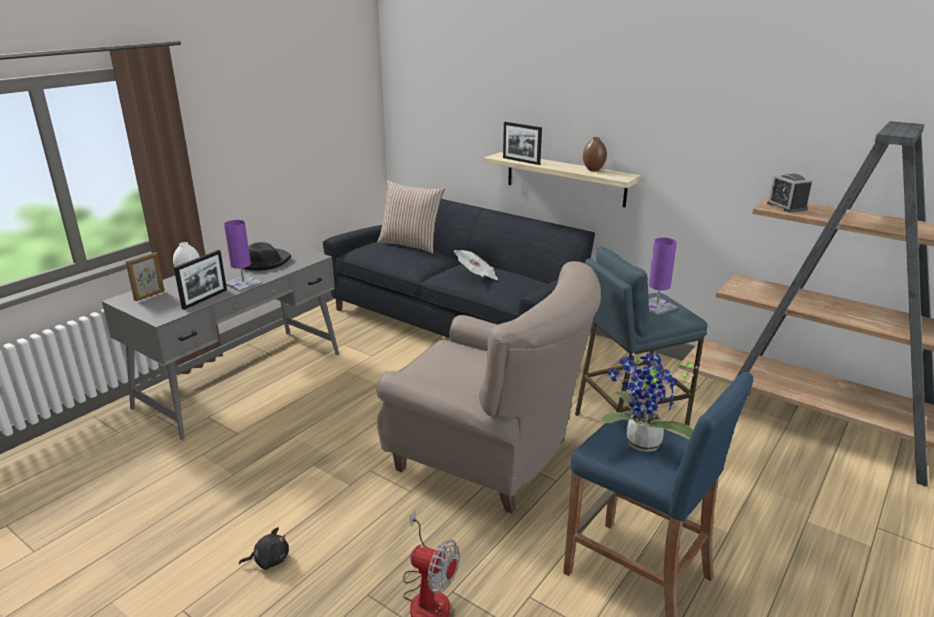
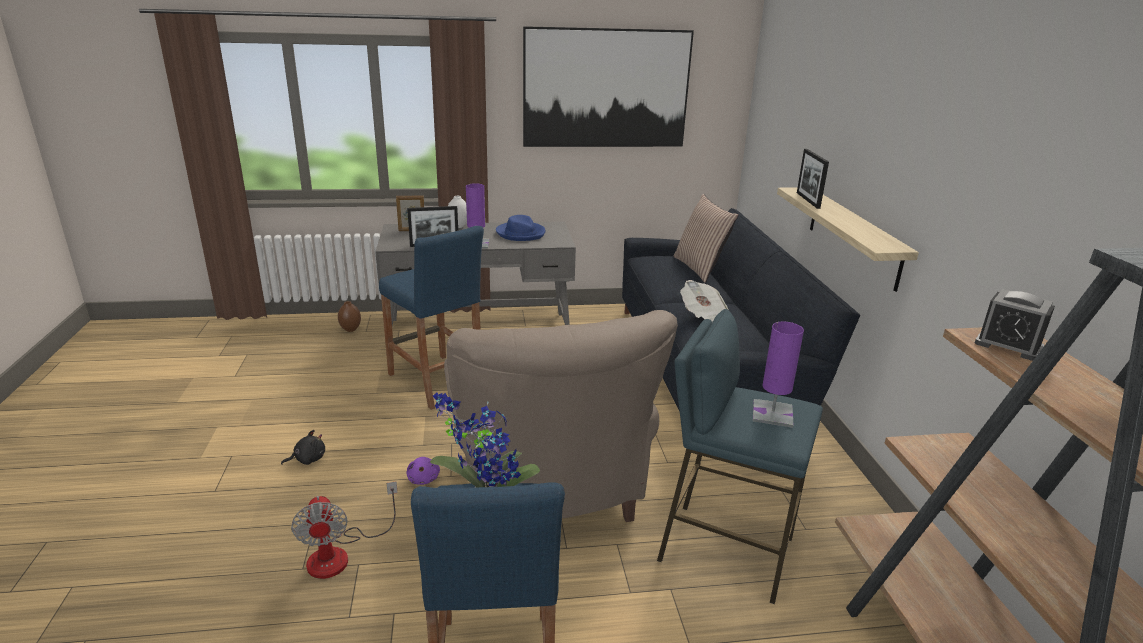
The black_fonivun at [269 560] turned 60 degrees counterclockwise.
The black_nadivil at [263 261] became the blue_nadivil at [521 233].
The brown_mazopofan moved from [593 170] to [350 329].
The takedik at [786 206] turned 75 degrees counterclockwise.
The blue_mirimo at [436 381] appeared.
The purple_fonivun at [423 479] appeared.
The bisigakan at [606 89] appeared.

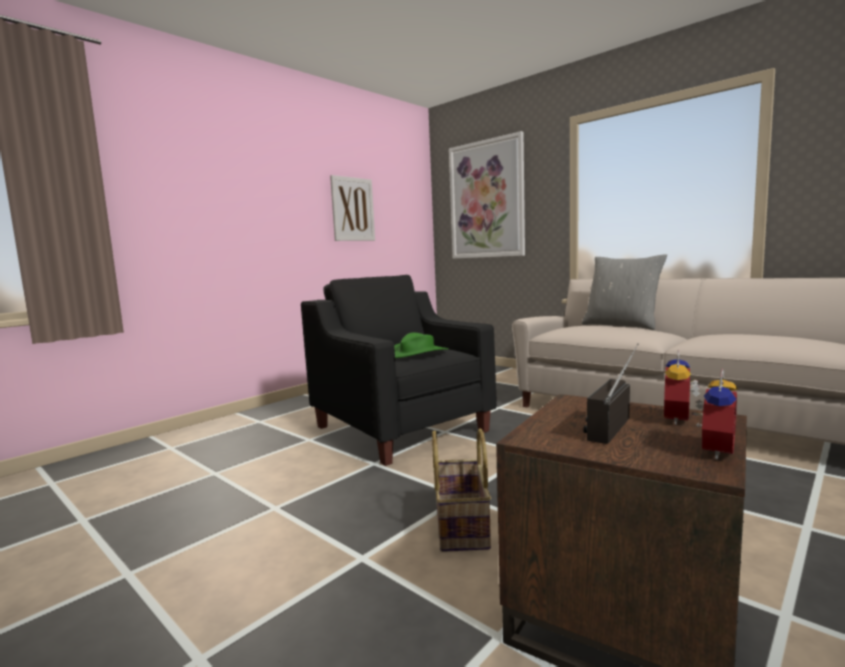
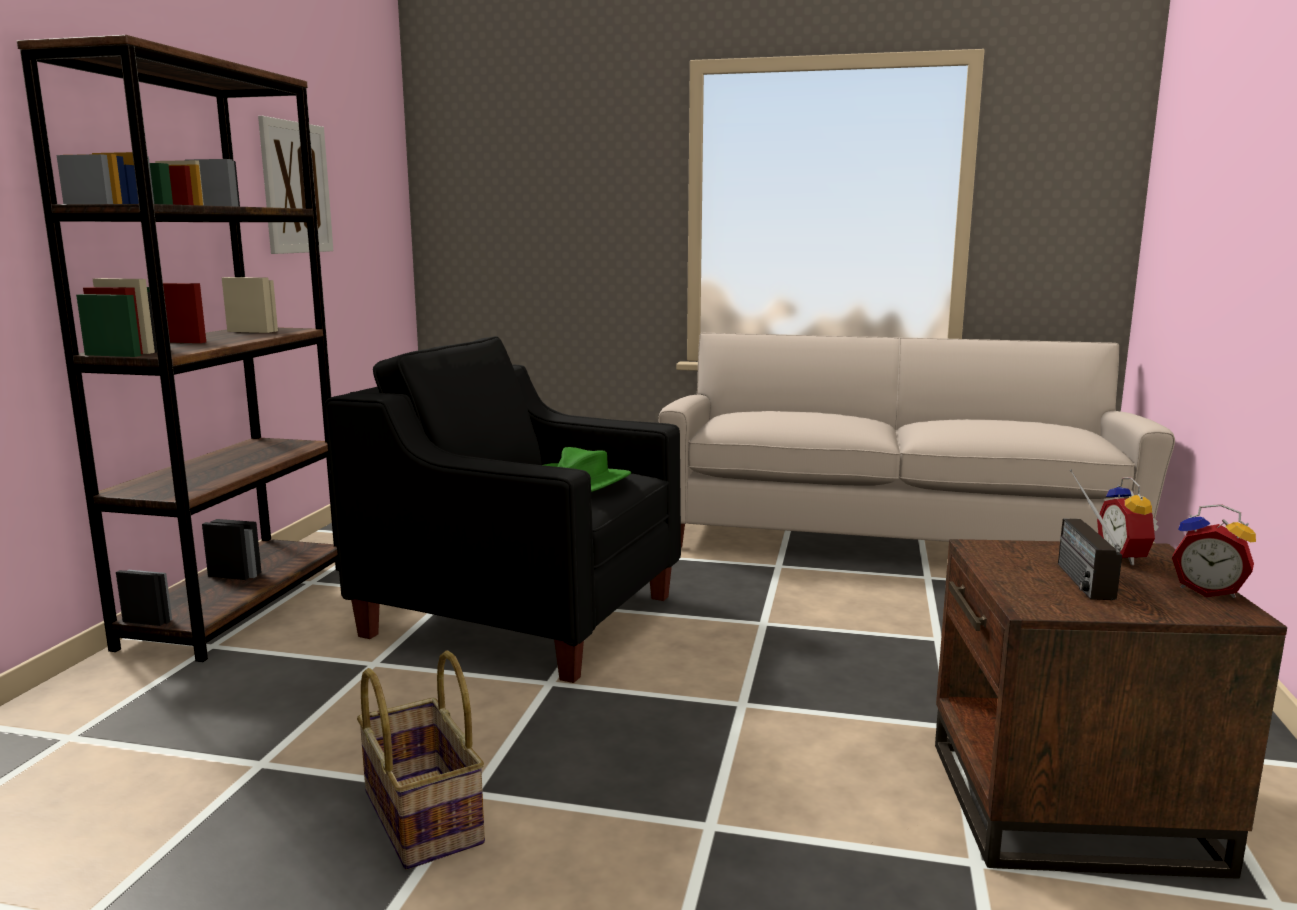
The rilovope moved from [460 526] to [419 817].
The bisigakan at [486 200] disappeared.
The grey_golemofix at [621 325] disappeared.
The takedik at [712 450] turned 120 degrees clockwise.
The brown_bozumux at [239 605] appeared.

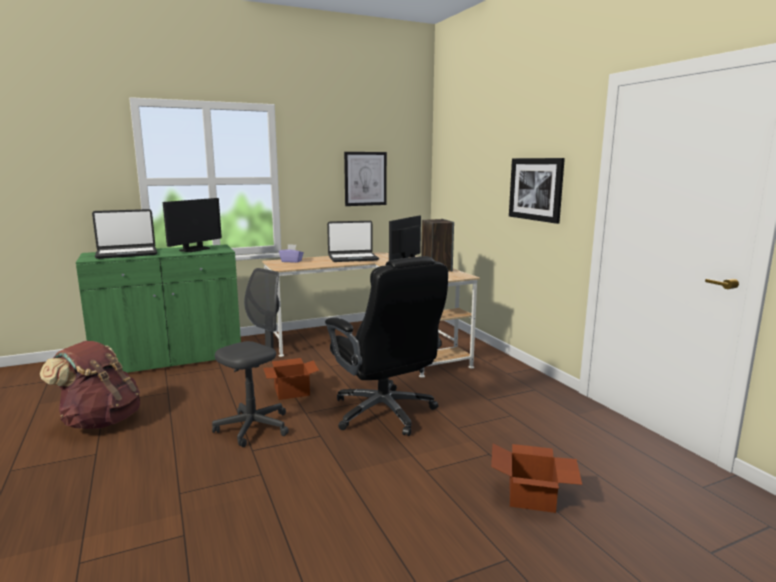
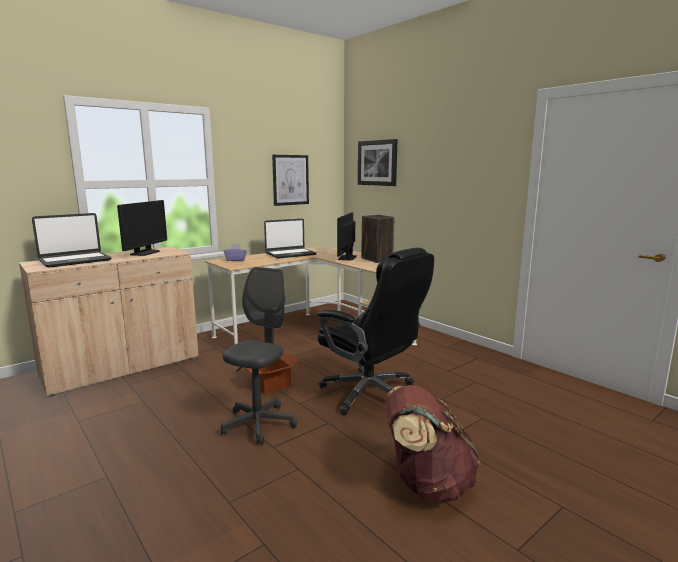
The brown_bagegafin moved from [101 421] to [426 483].
The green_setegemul at [169 360] became the beige_setegemul at [122 367].
The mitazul at [533 496] disappeared.
The bisigakan moved from [536 189] to [377 163].

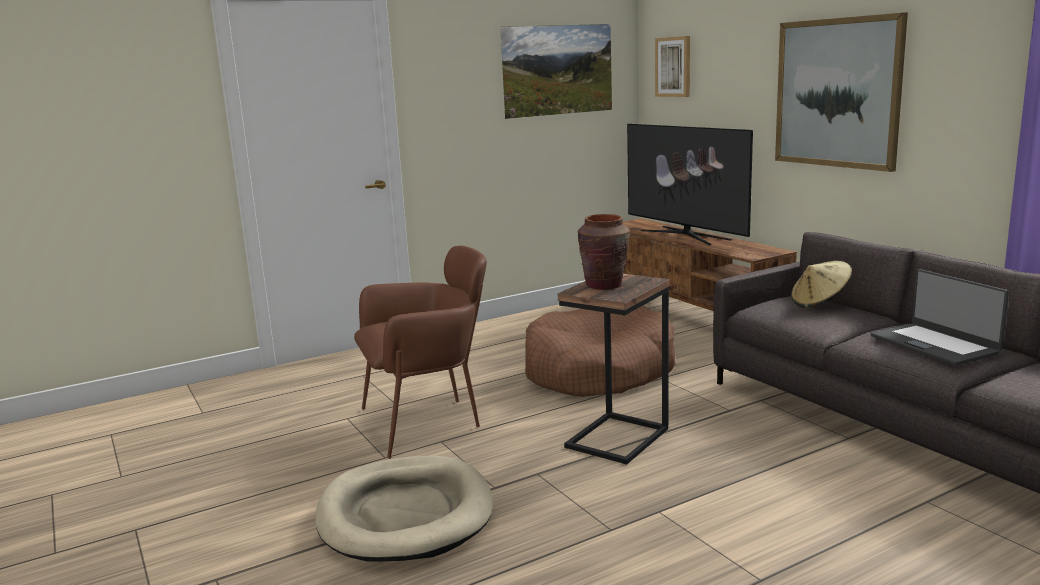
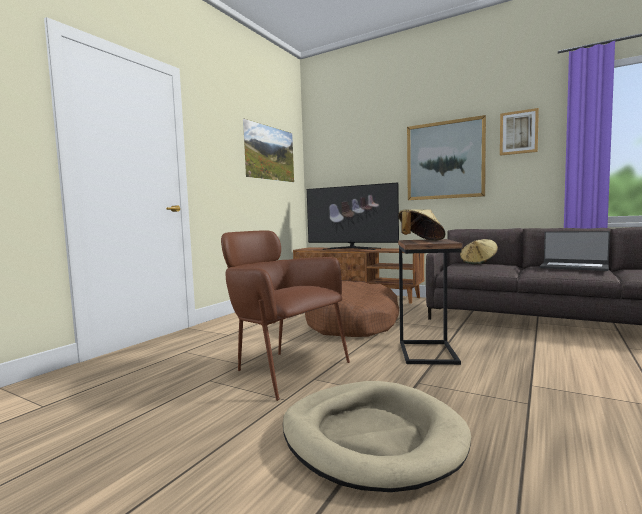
The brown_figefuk at [427 421] turned 90 degrees counterclockwise.
The brown_mazopofan at [604 285] was replaced by the beige_nadivil at [420 241].
The bisigakan moved from [673 67] to [518 132].

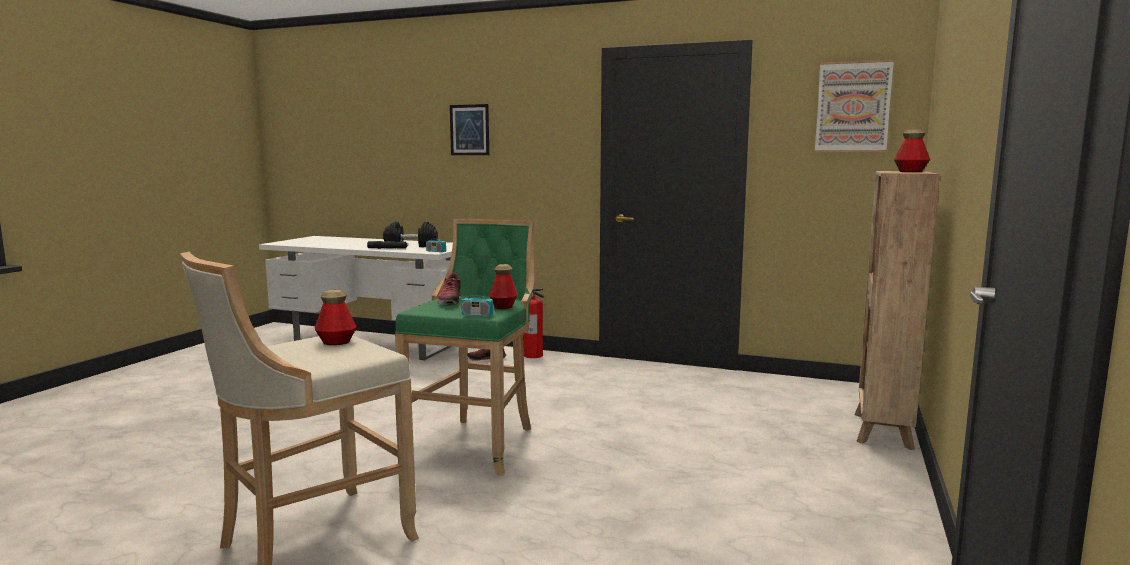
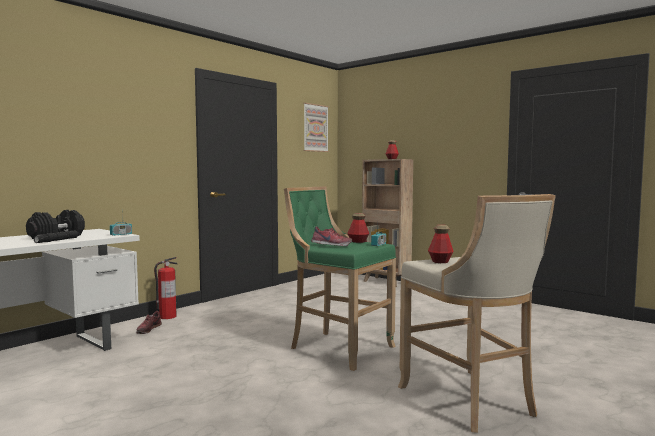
The bisigakan at [469 130] disappeared.

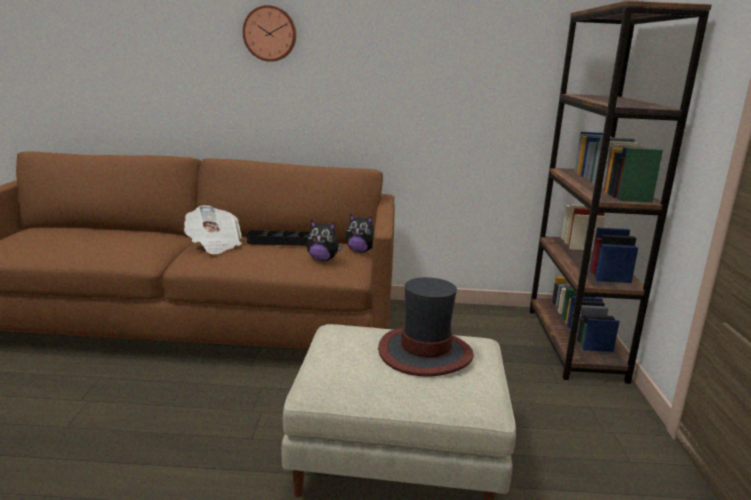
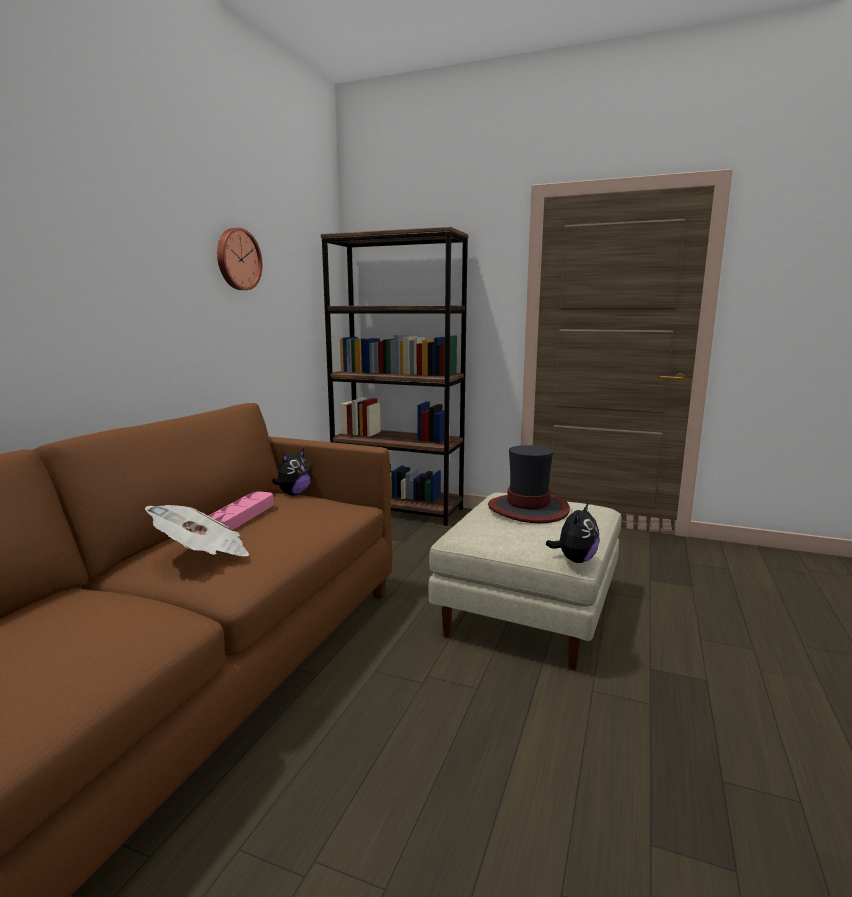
The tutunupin moved from [270 33] to [237 259].
The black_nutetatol at [281 242] became the pink_nutetatol at [240 517].
The fonivun moved from [323 259] to [575 560].

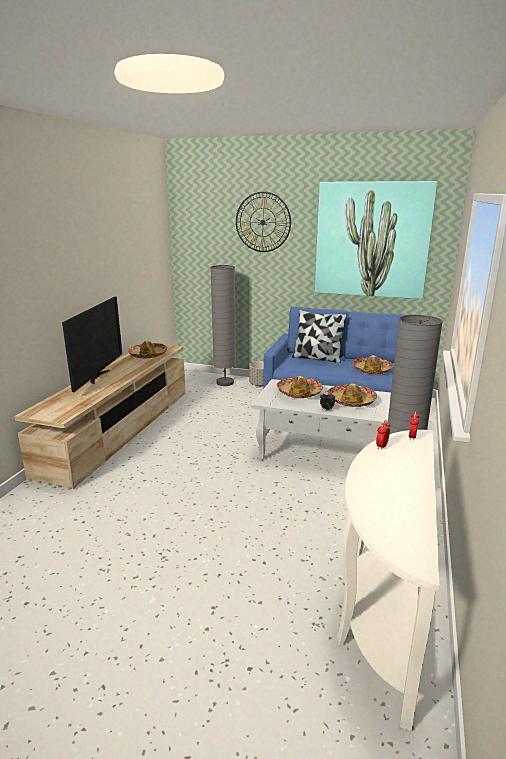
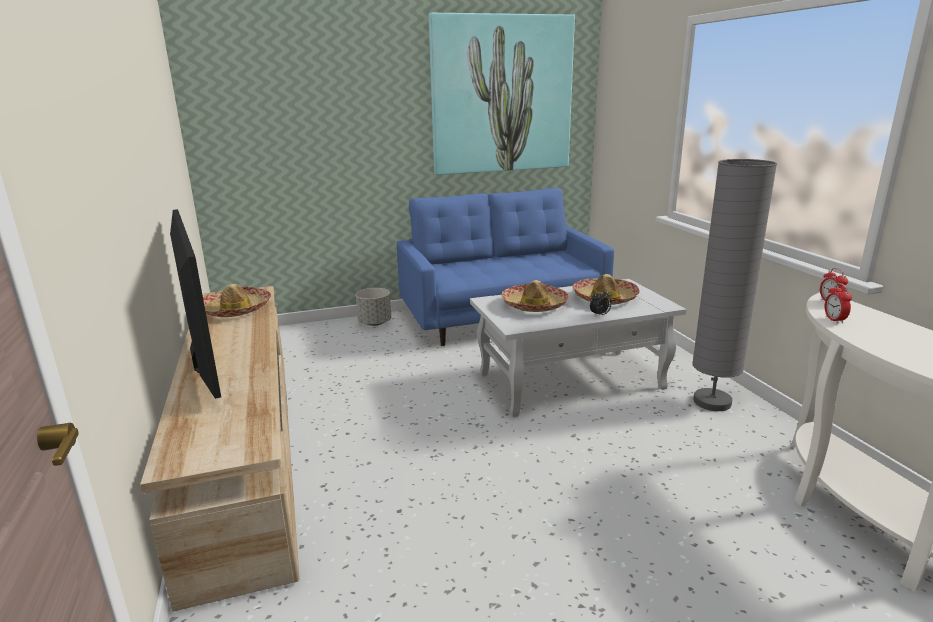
The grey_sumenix at [225 383] disappeared.
The tutunupin at [263 222] disappeared.
The golemofix at [317 358] disappeared.
The nadivil at [371 370] disappeared.

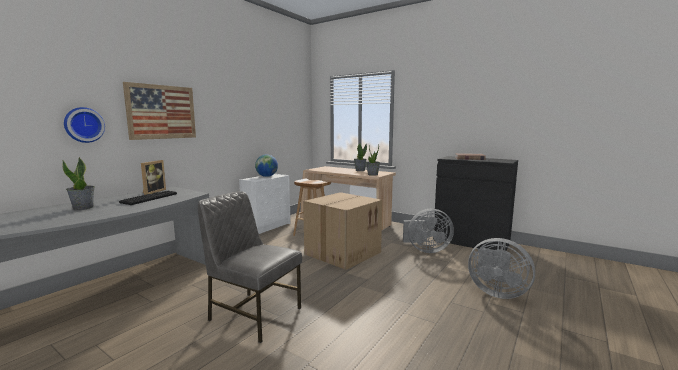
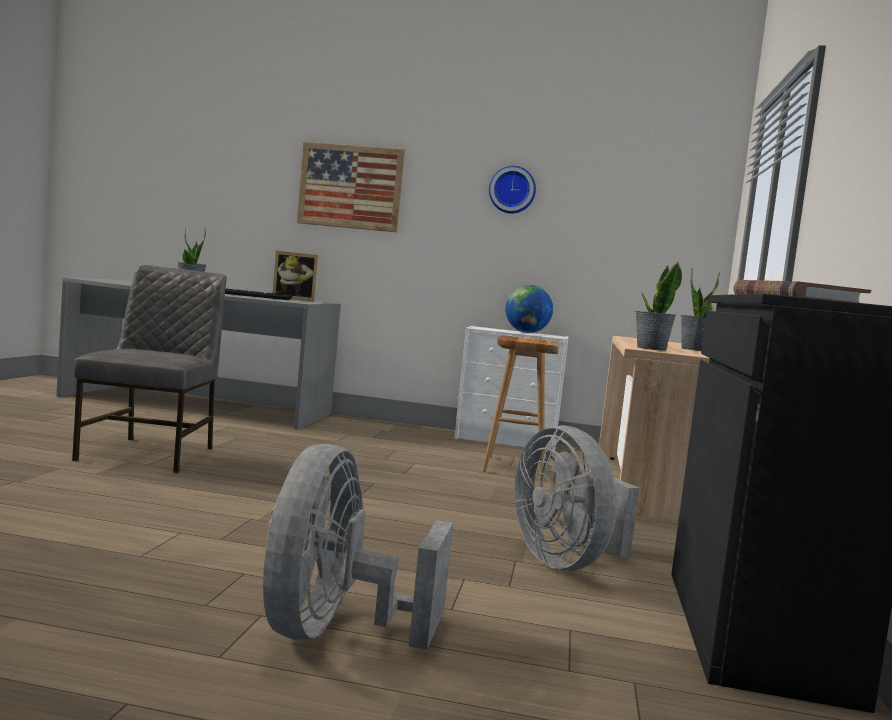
The tutunupin moved from [83 125] to [512 190].
The mitazul at [342 252] disappeared.

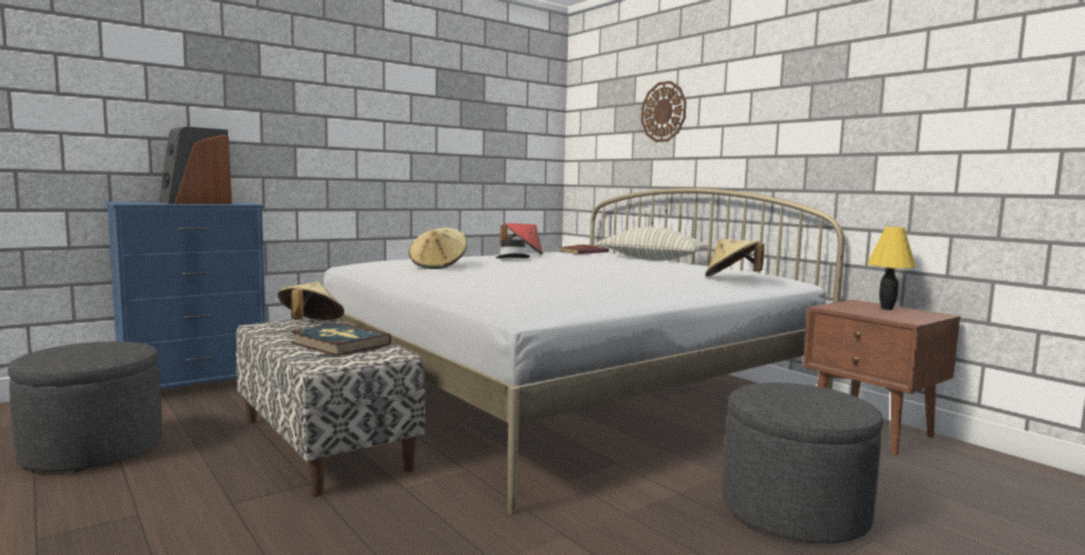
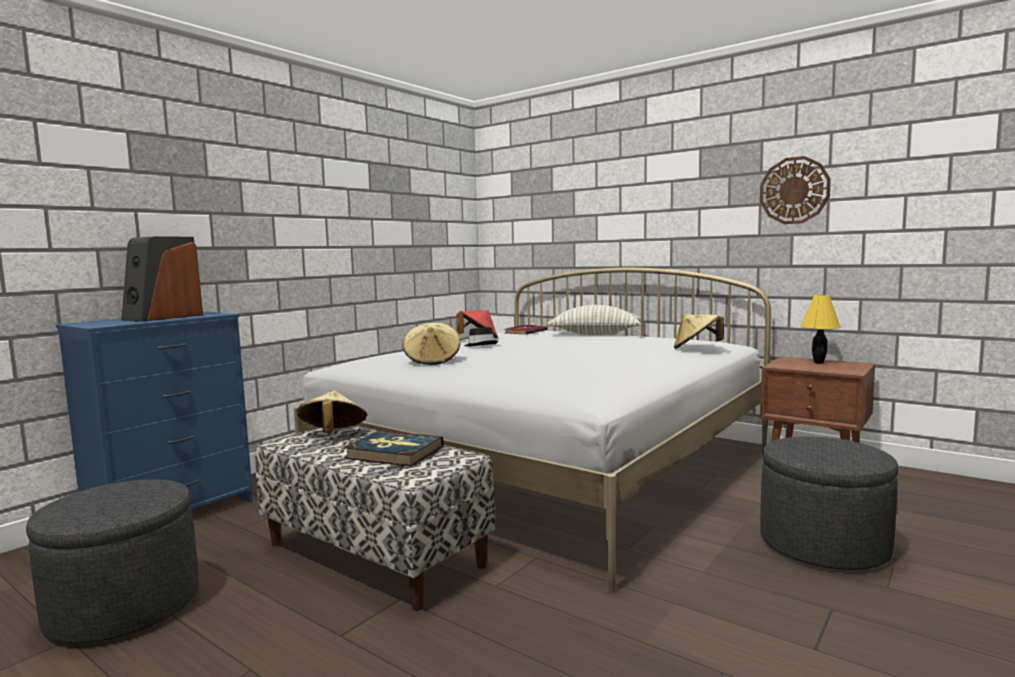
The tutunupin moved from [663 112] to [794 190].

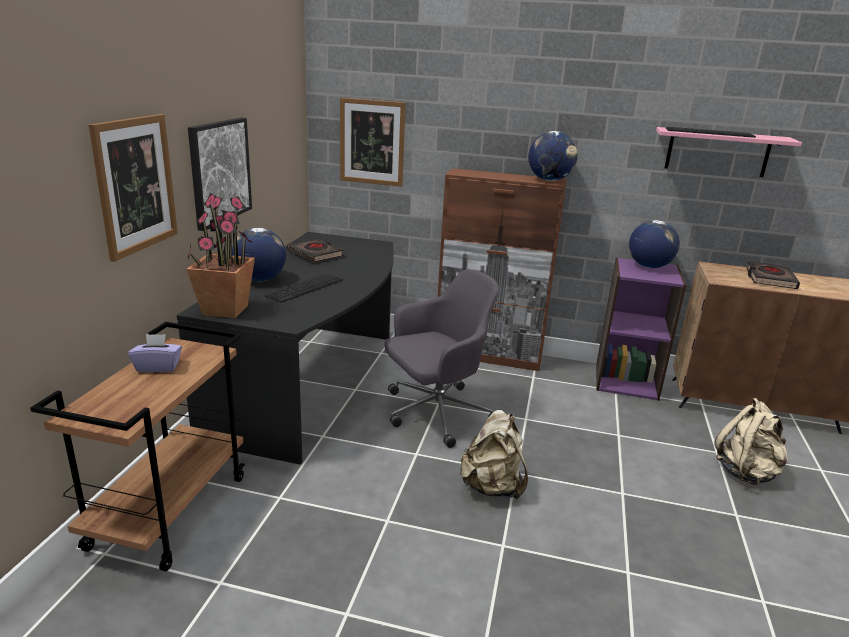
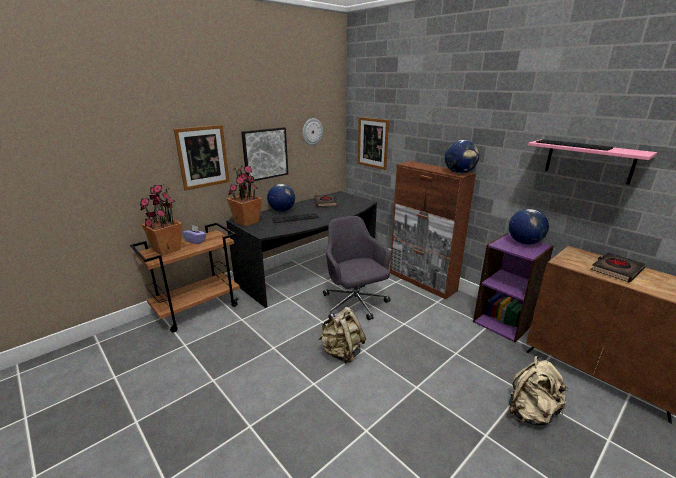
The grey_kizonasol at [435 413] turned 120 degrees counterclockwise.
The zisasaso at [166 250] appeared.
The tutunupin at [312 131] appeared.

